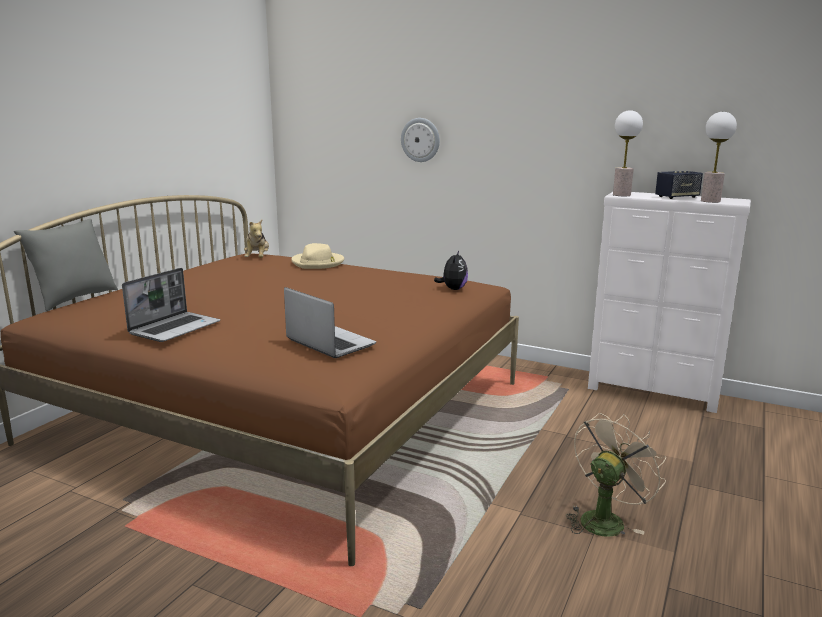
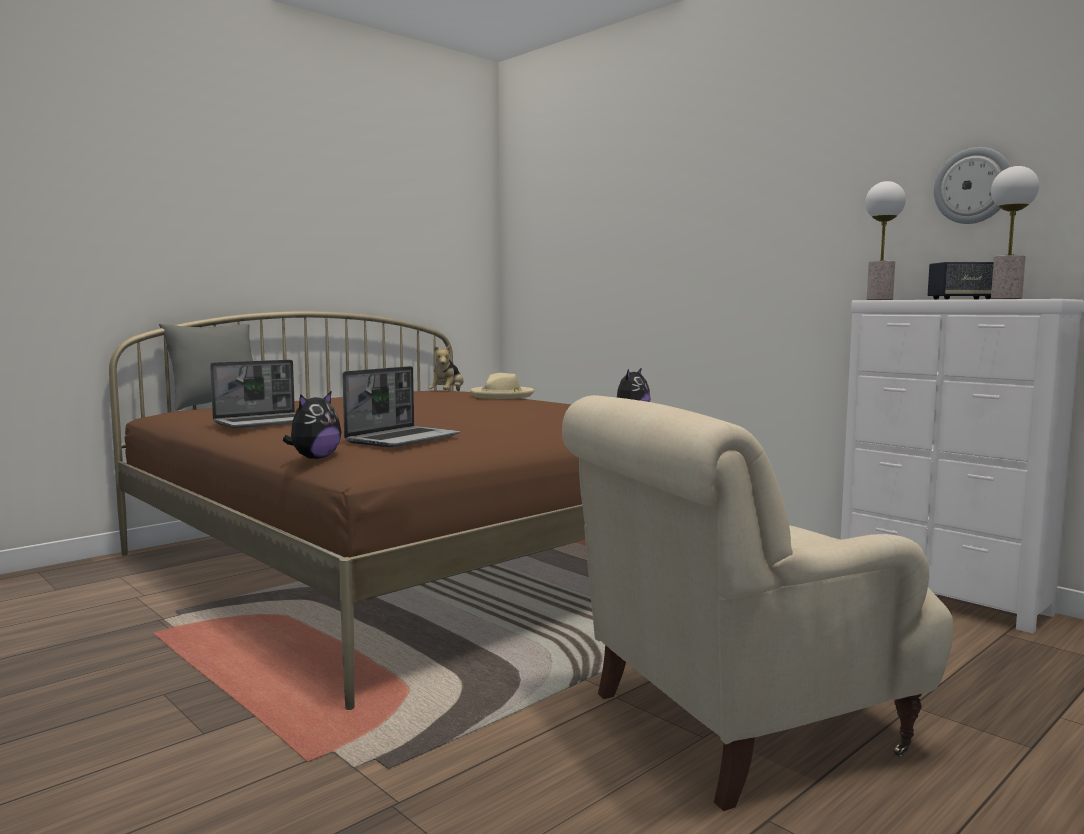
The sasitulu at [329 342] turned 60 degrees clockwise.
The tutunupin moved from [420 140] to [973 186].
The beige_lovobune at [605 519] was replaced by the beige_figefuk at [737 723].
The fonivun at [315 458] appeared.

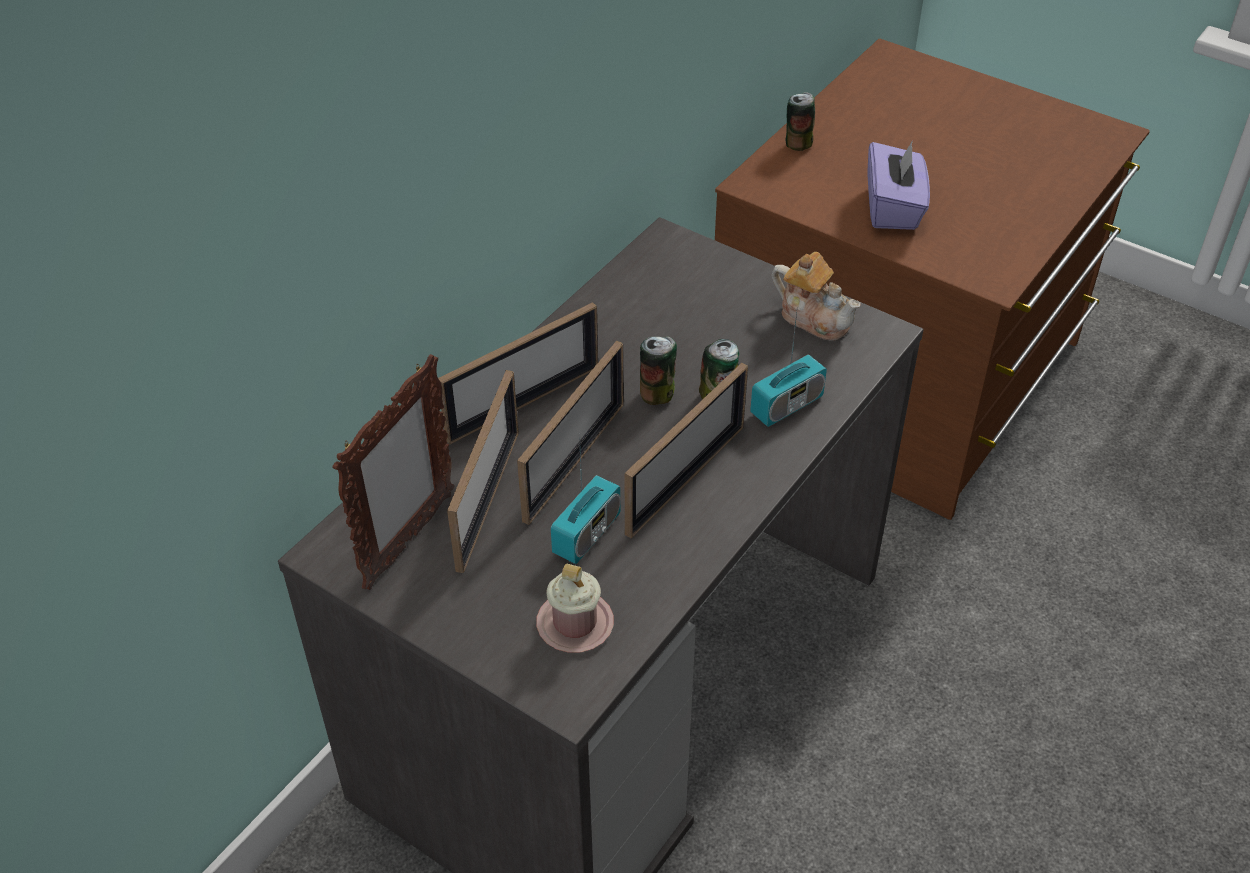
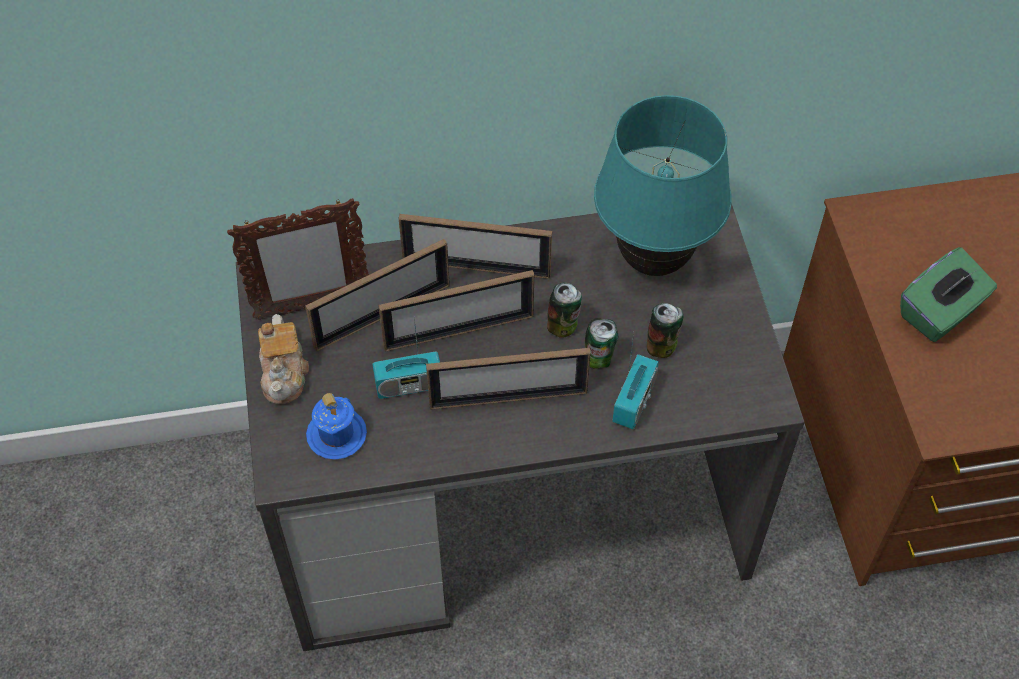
The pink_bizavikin at [575 624] became the blue_bizavikin at [336 435].
The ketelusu at [787 405] turned 75 degrees counterclockwise.
The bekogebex moved from [814 317] to [284 374].
The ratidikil moved from [798 143] to [662 346].
The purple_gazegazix at [893 208] became the green_gazegazix at [940 313].
The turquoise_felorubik at [653 262] appeared.

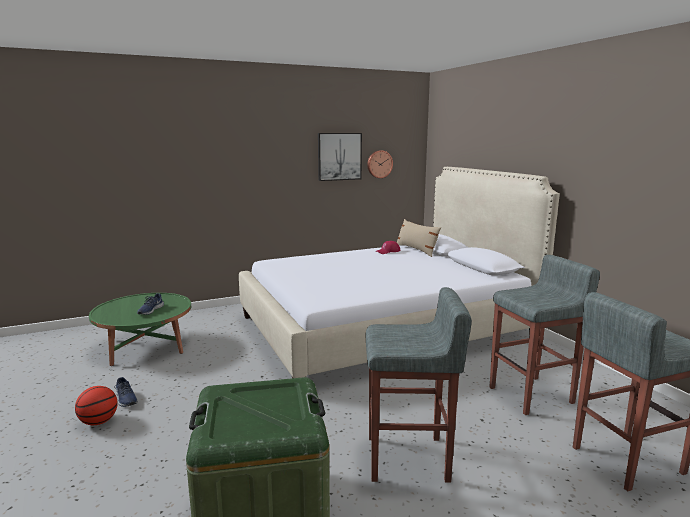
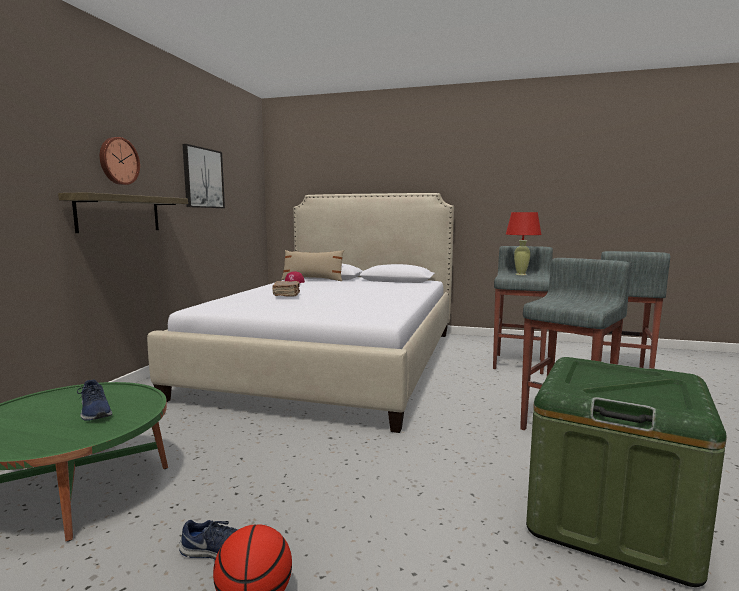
The tutunupin moved from [379 164] to [118 161].
The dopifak at [119 213] appeared.
The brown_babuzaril at [287 295] appeared.
The red_felorubik at [521 274] appeared.

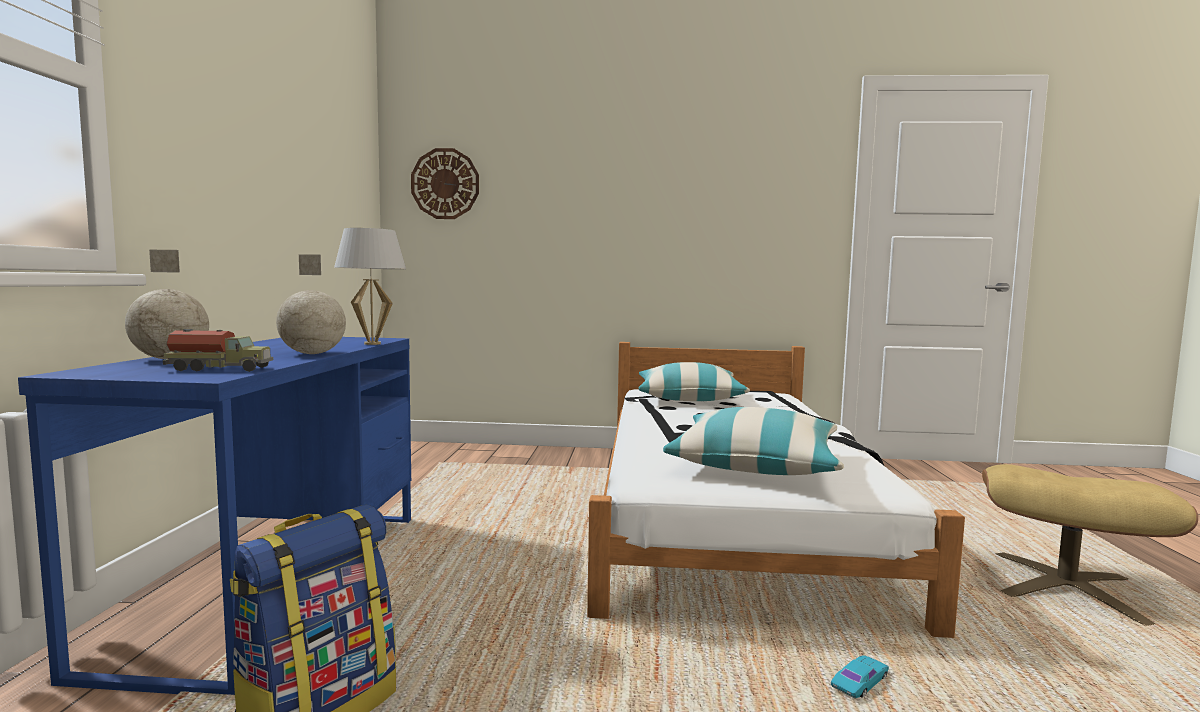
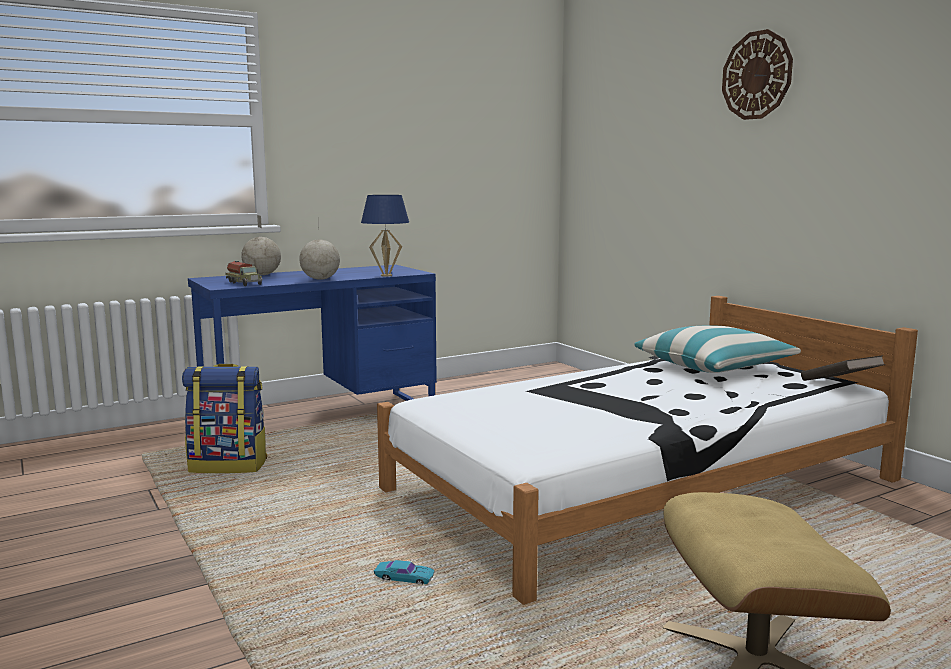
The white_felorubik at [372 343] became the blue_felorubik at [386 275].
The tutunupin moved from [445 184] to [757 75].
The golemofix at [755 463] disappeared.
The brown_babuzaril at [840 384] appeared.

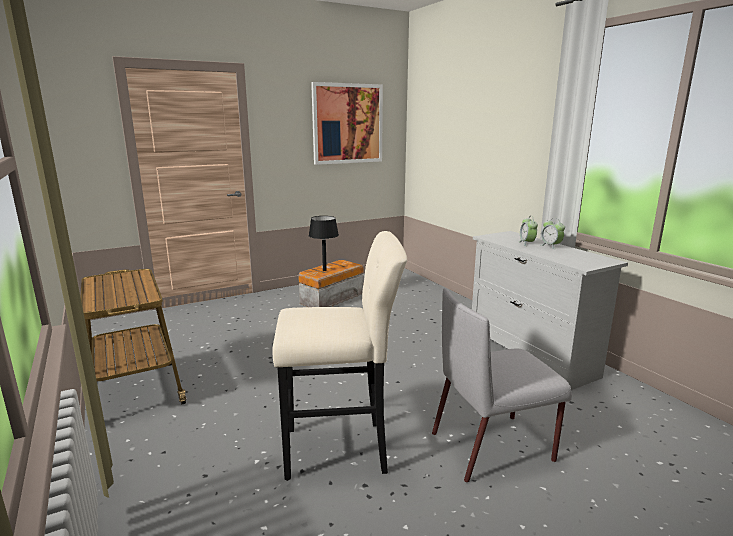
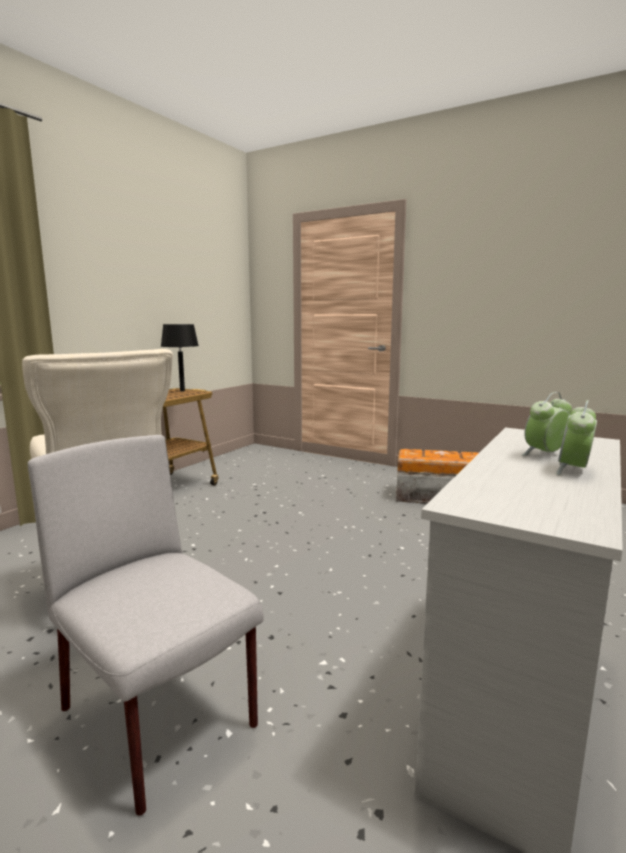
The black_felorubik moved from [324 270] to [182 391].
The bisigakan at [347 124] disappeared.

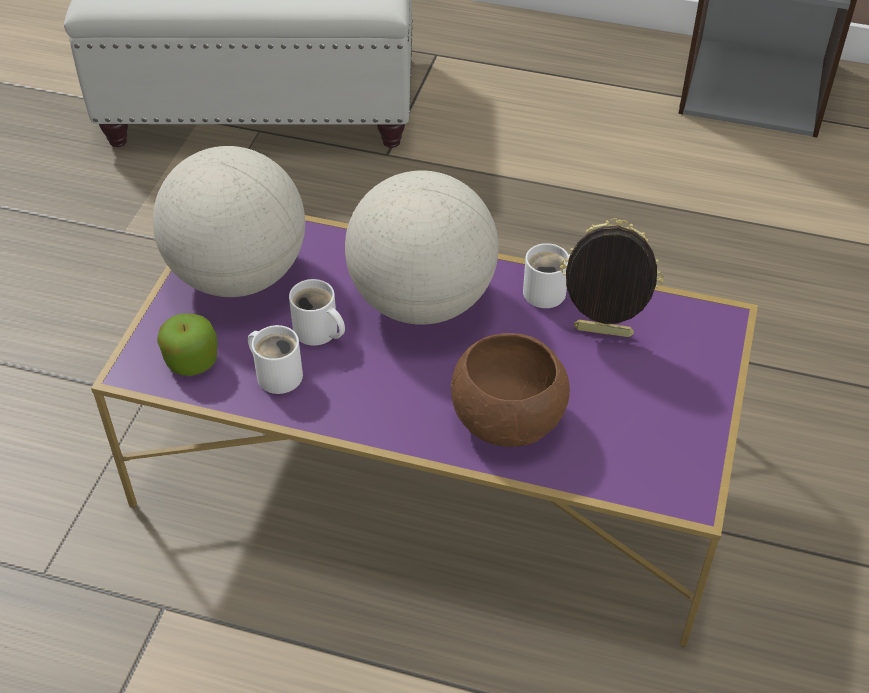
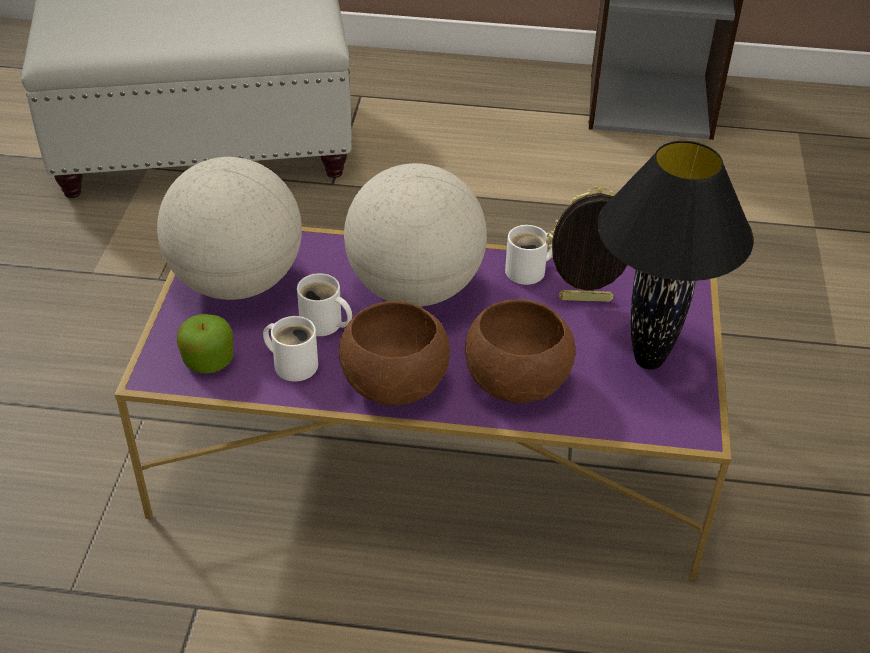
The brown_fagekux at [395 383] appeared.
The black_felorubik at [650 361] appeared.

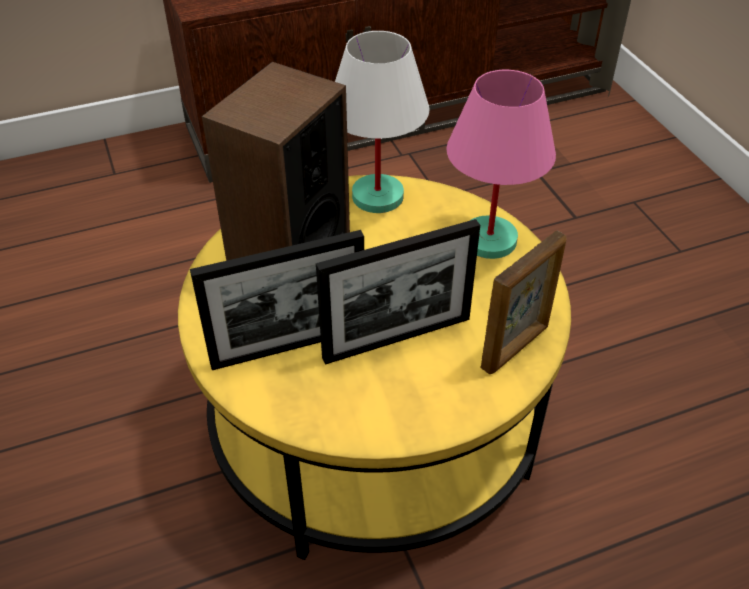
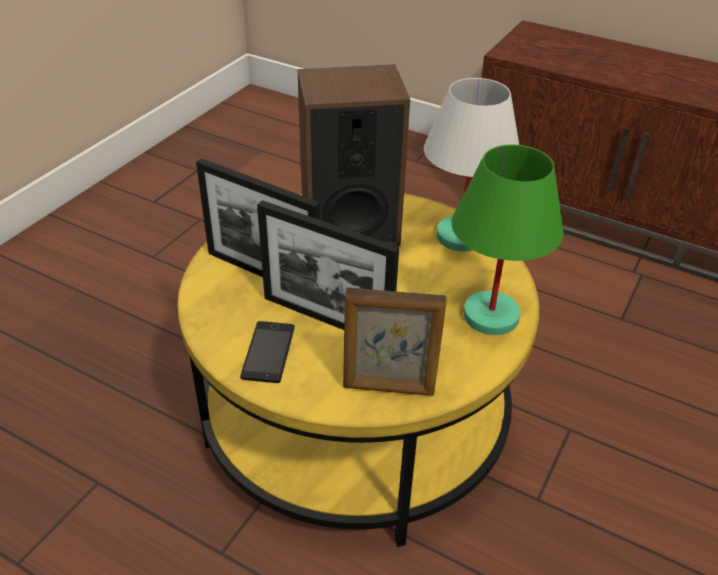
The pink_felorubik at [488 239] became the green_felorubik at [491 315].
The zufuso at [268 352] appeared.

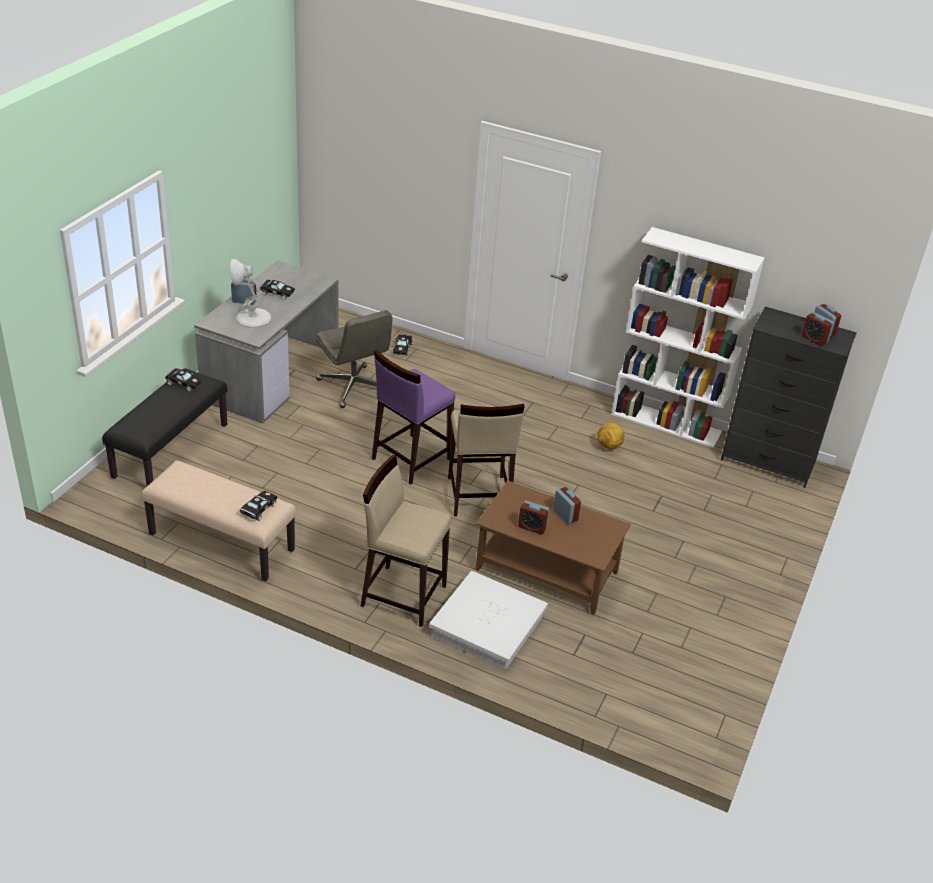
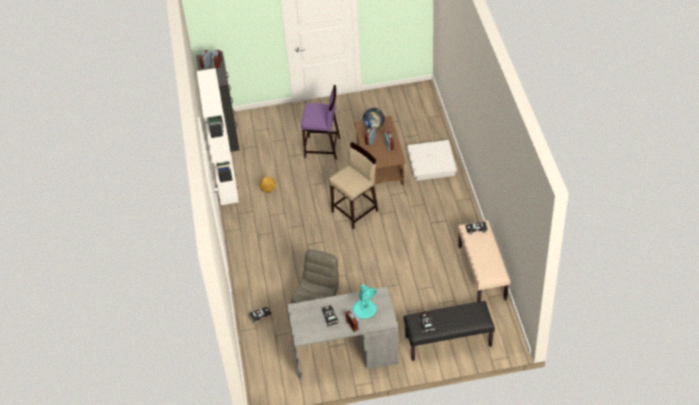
The white_felorubik at [252 317] became the turquoise_felorubik at [364 309].
The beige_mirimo at [403 595] disappeared.
The purple_mirimo moved from [410 459] to [323 148].
The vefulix at [374 126] appeared.

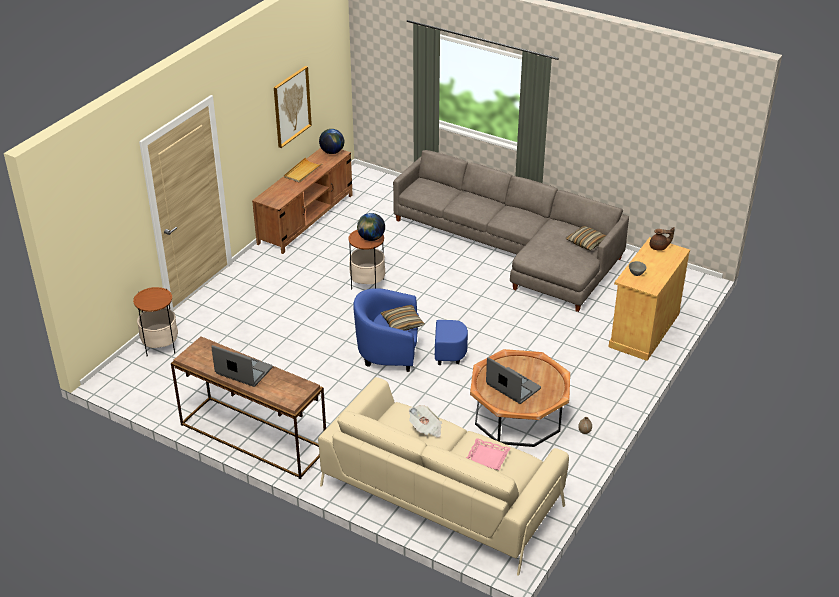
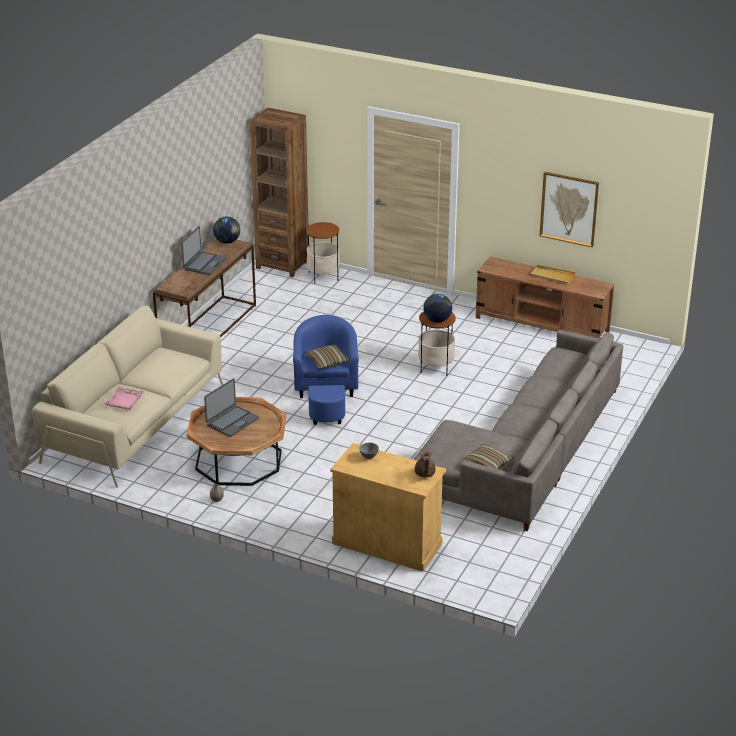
The vefulix moved from [332 152] to [227 242].
The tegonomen at [426 428] disappeared.
The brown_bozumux at [282 265] appeared.

